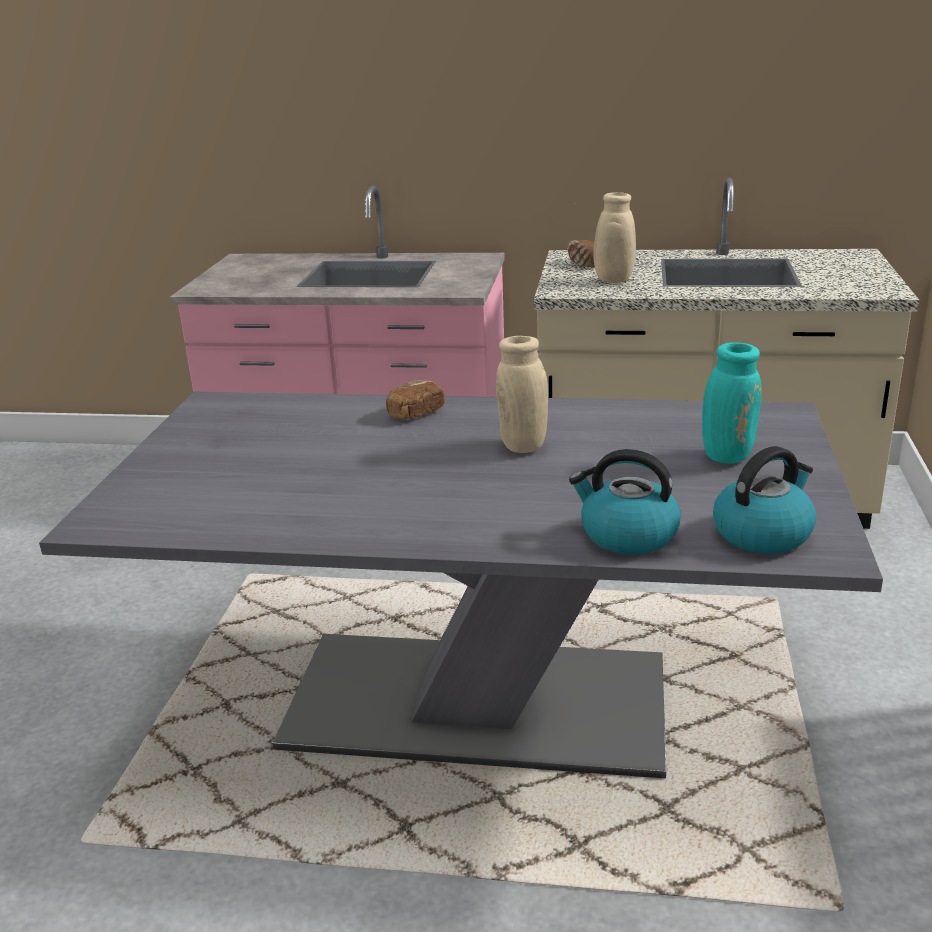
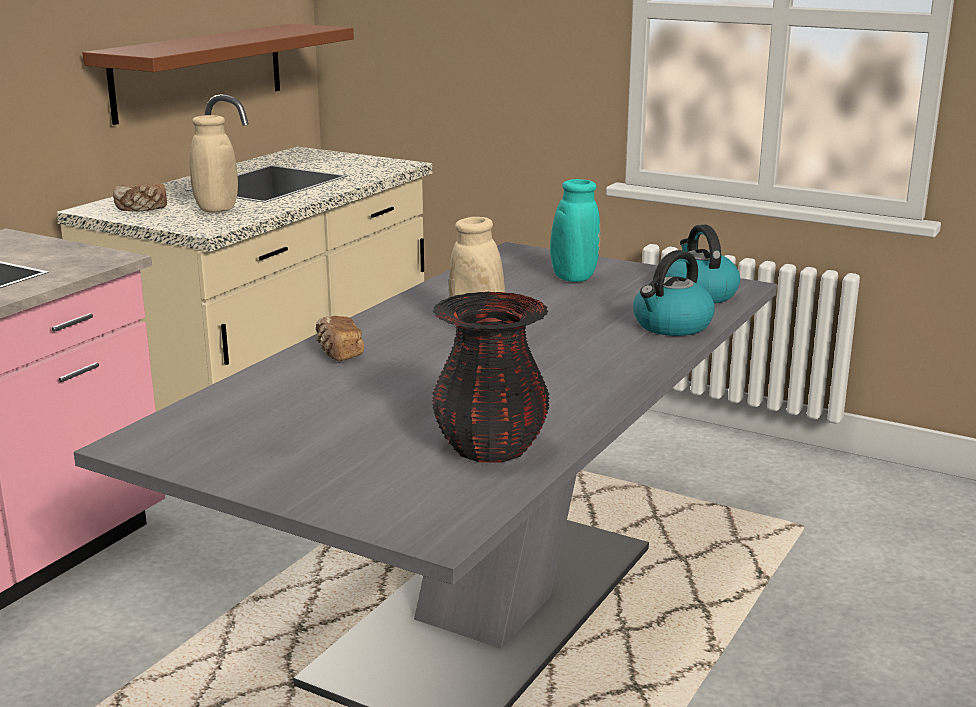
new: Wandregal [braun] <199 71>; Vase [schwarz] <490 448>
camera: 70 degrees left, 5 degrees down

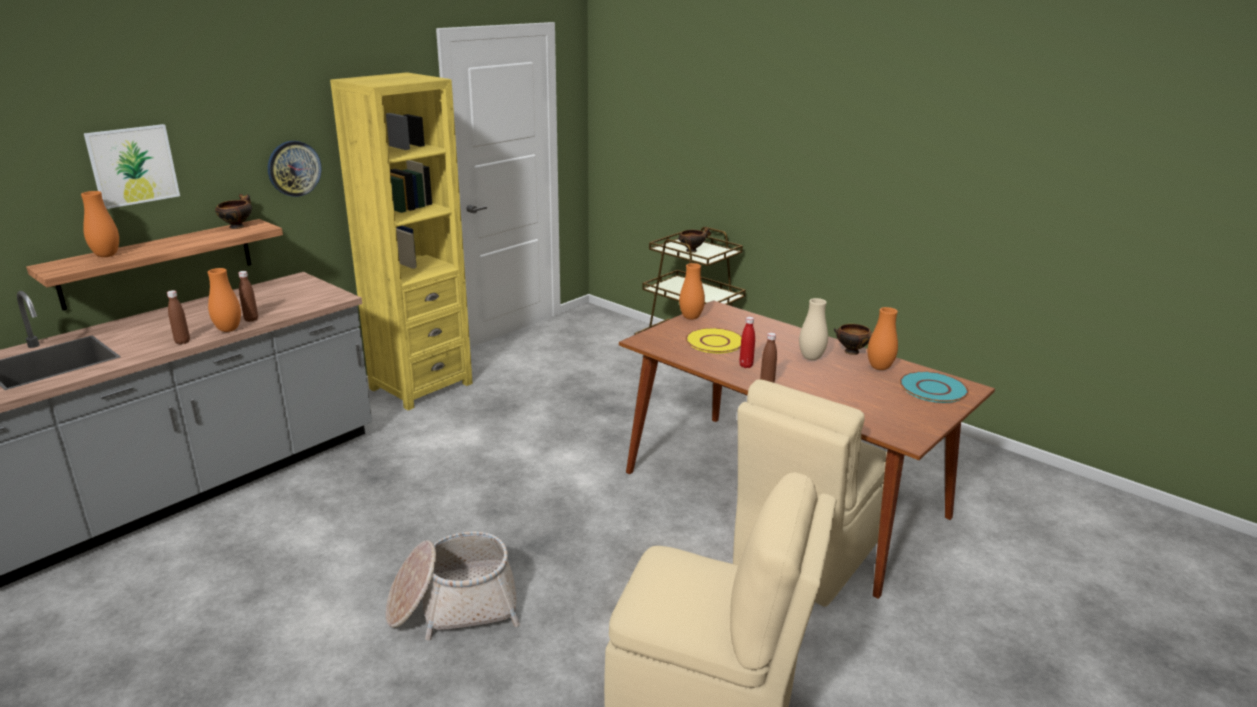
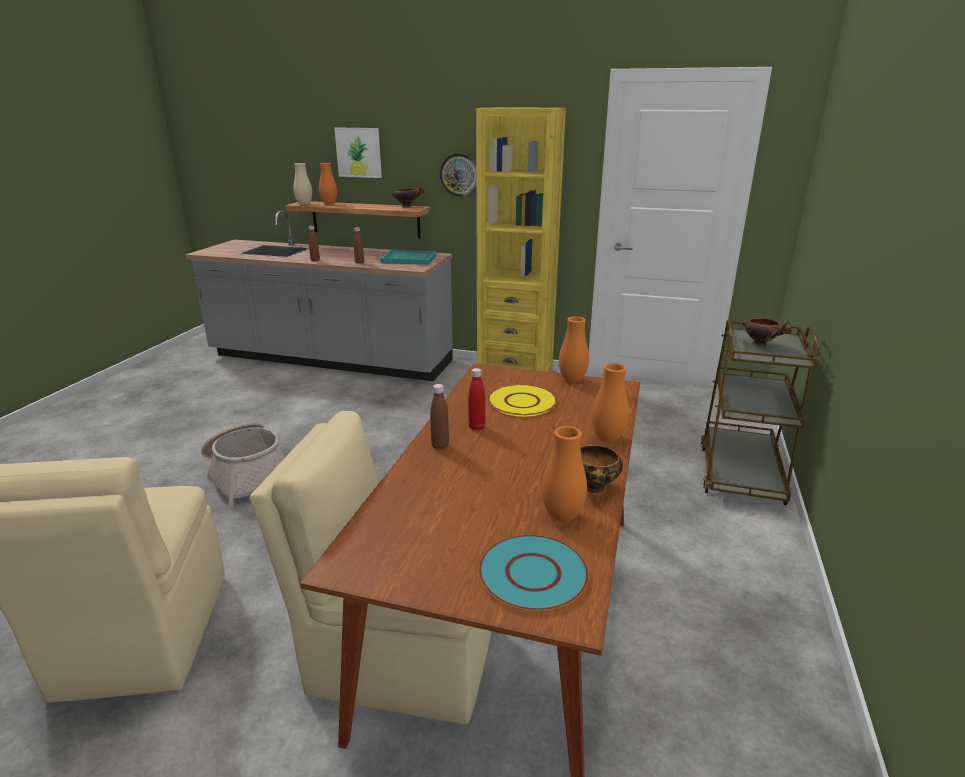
new: Tablett [türkis] <409 259>
shifted: Vase [beige] <811 358> to <304 204>; Vase [orange] <228 329> to <608 438>
camera: 65 degrees right, 0 degrees up

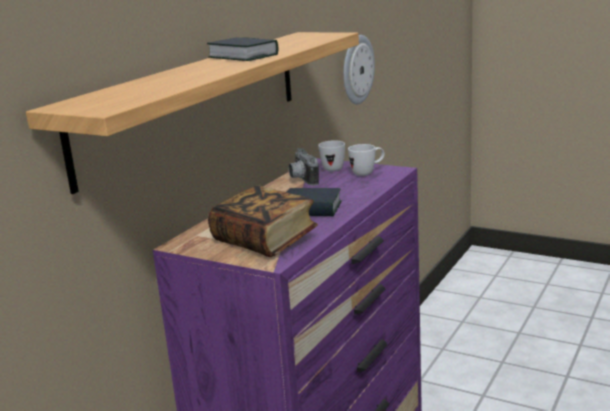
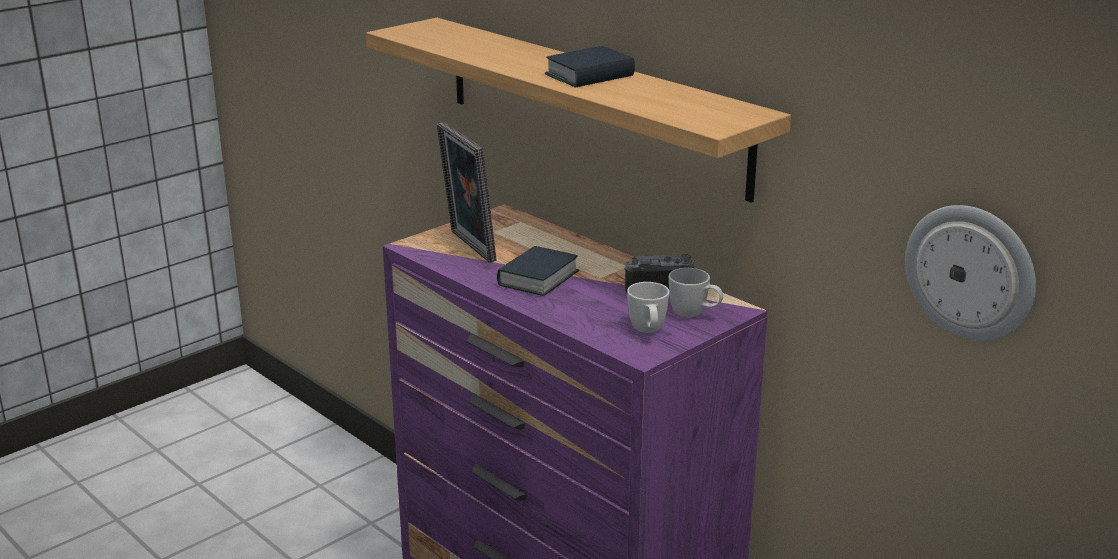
swapped: Buch <264 240> to Bilderrahmen <468 247>
camera: 105 degrees right, 5 degrees up

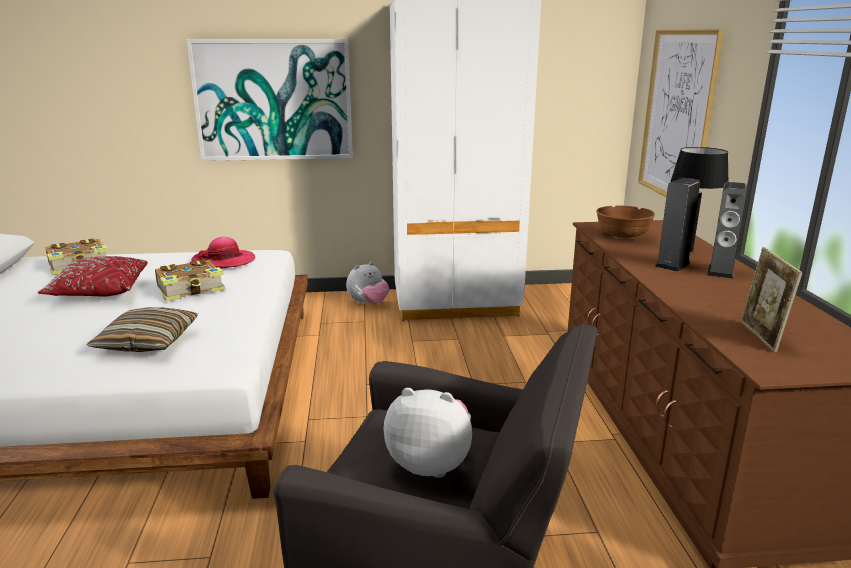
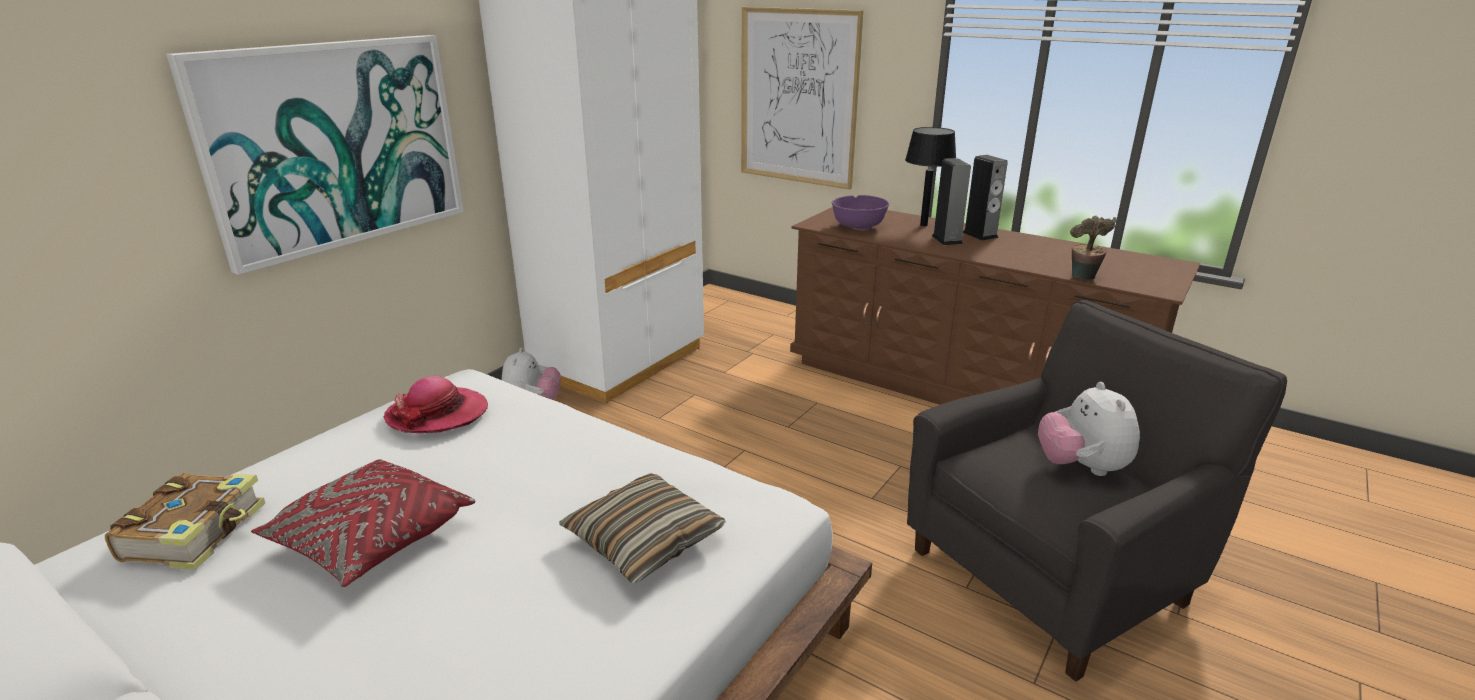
gone: Buch <191 289>; Bilderrahmen <761 336>
new: Topfpflanze <1083 278>
repainted: Schüssel [braun] <622 236> to Schüssel [lila] <858 227>
rotated: Plüschtier <430 464> = <1081 467> 60 degrees counterclockwise
camera: 50 degrees left, 5 degrees up

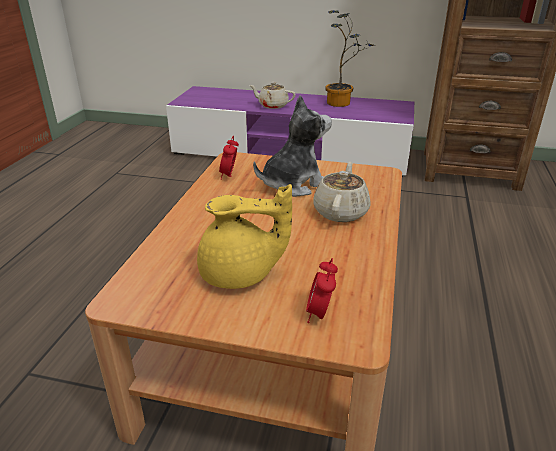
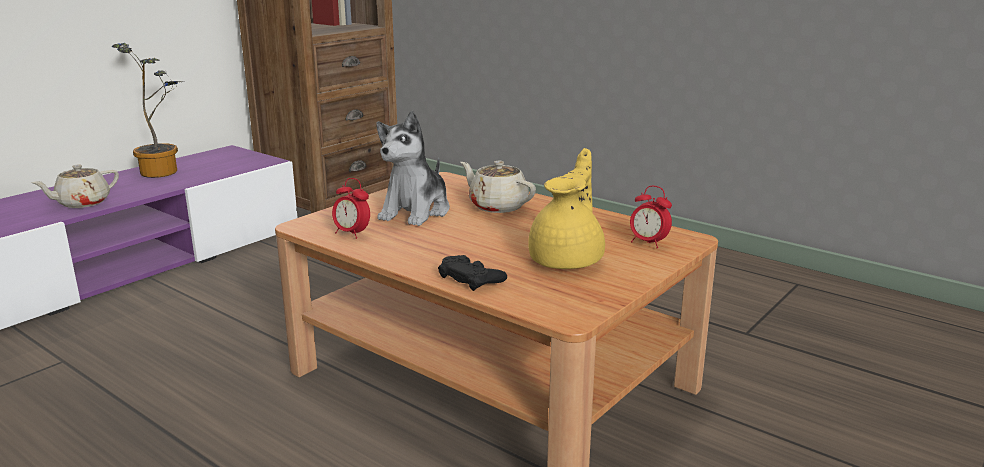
new: Gamepad [schwarz] <471 278>
rotated: Plüschtier <293 184> = <416 212> 150 degrees counterclockwise
camera: 65 degrees left, 10 degrees down

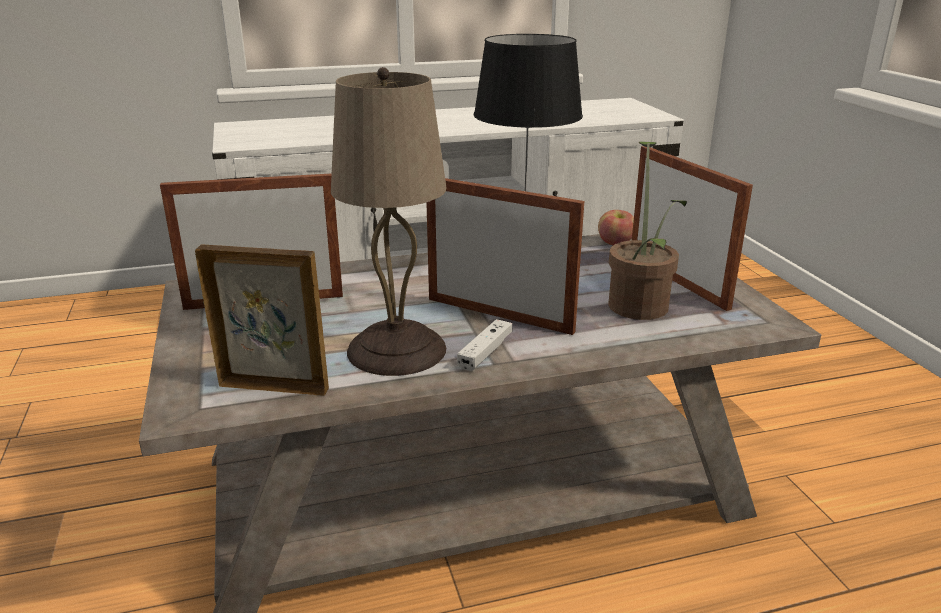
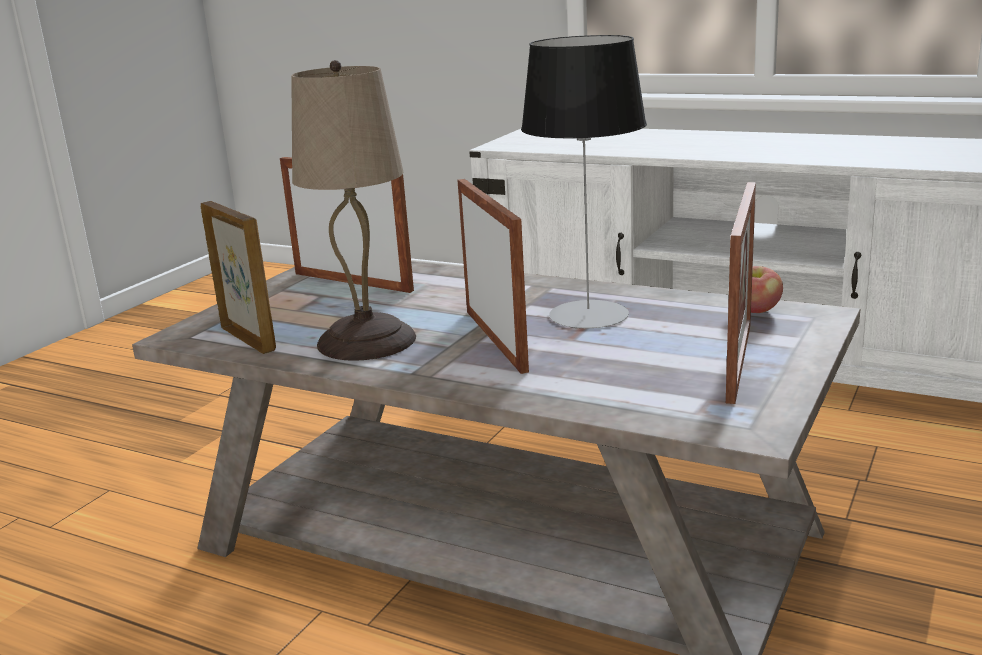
gone: Gamepad [weiß] <485 352>; Topfpflanze <640 302>
camera: 45 degrees right, 5 degrees down

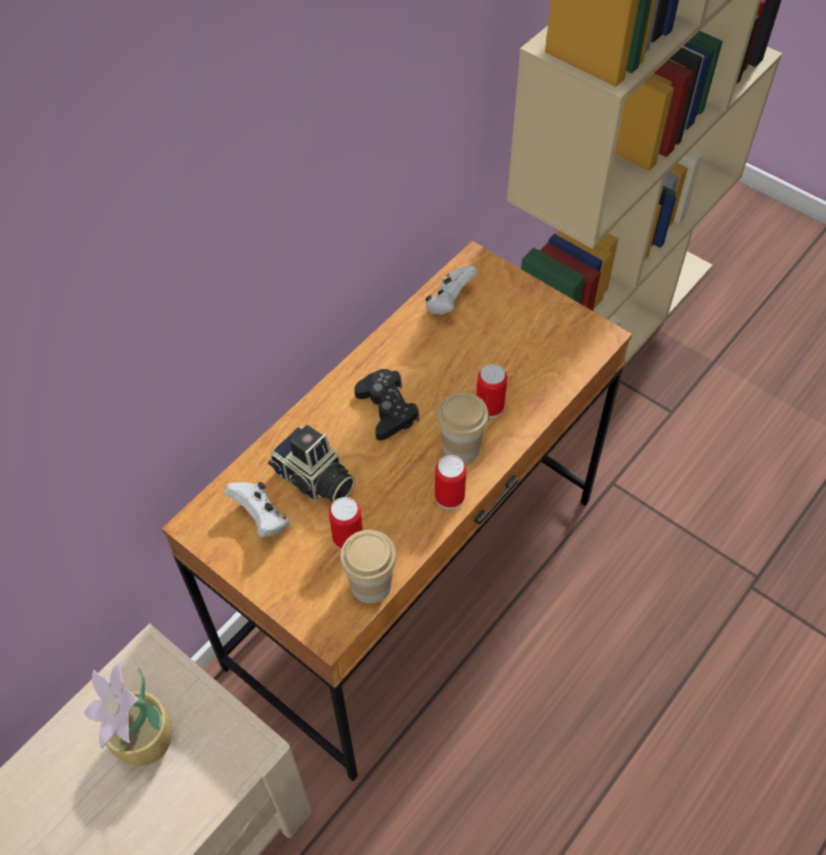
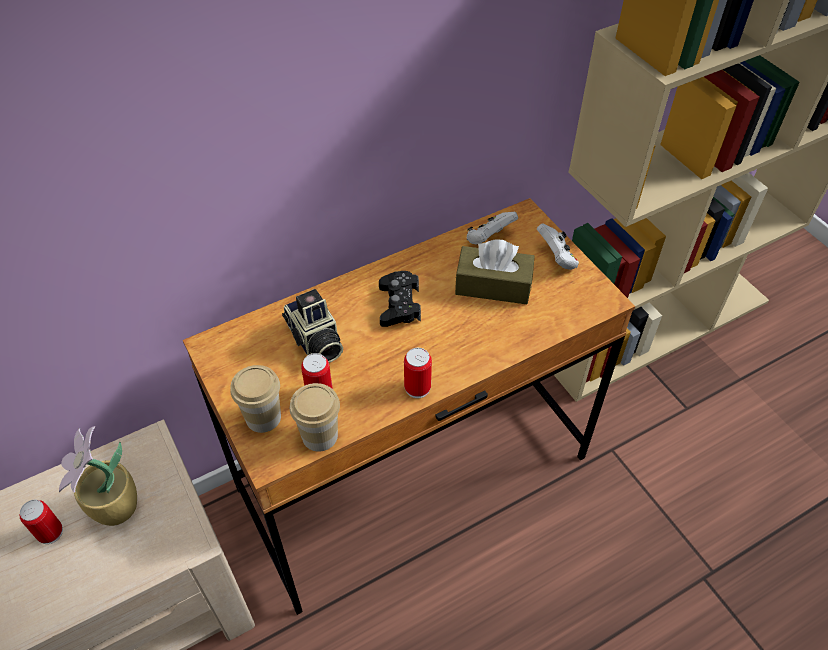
new: Taschentuchbox [braun] <493 285>
shifted: Dose <489 407> to <50 532>; Tasse <461 447> to <263 417>; Gamepad [weiß] <261 518> to <556 258>
camera: 20 degrees right, 5 degrees down

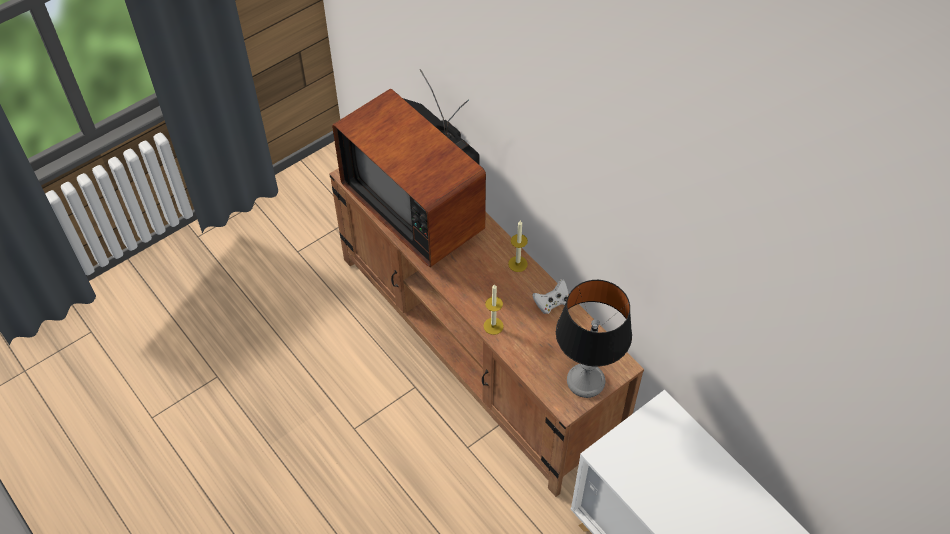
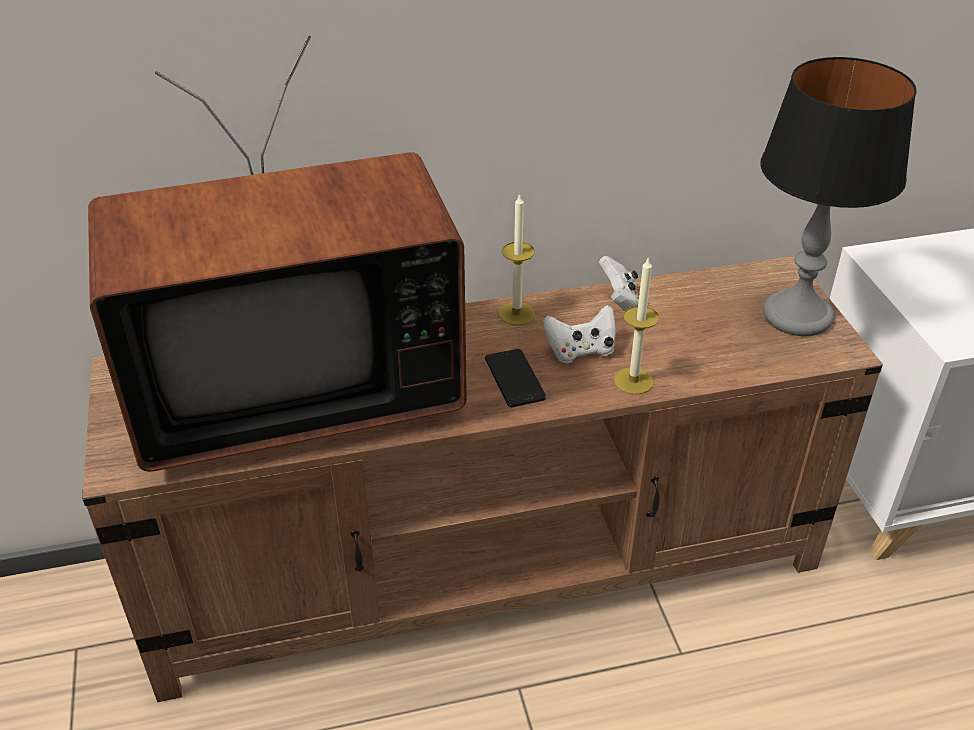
new: Handy <514 378>; Gamepad [weiß] <580 351>
camera: 65 degrees left, 15 degrees down

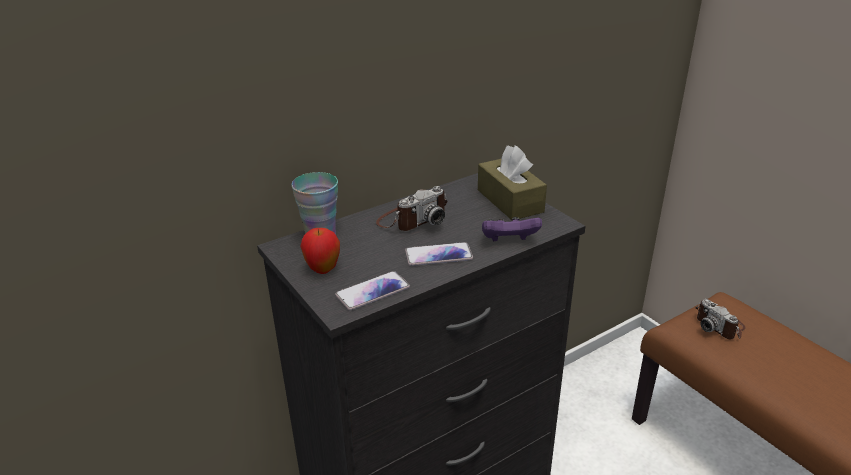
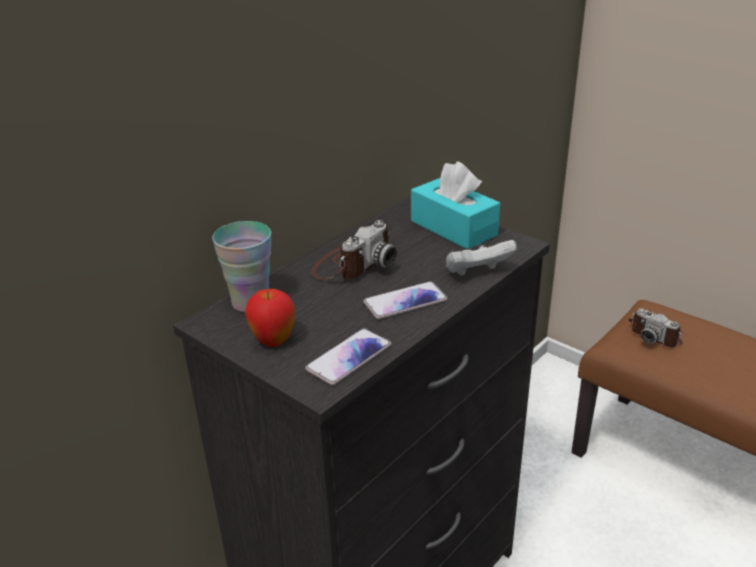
repainted: Taschentuchbox [braun] <510 201> to Taschentuchbox [türkis] <453 228>; Gamepad [lila] <509 241> to Gamepad [weiß] <477 273>
camera: 15 degrees left, 0 degrees up

